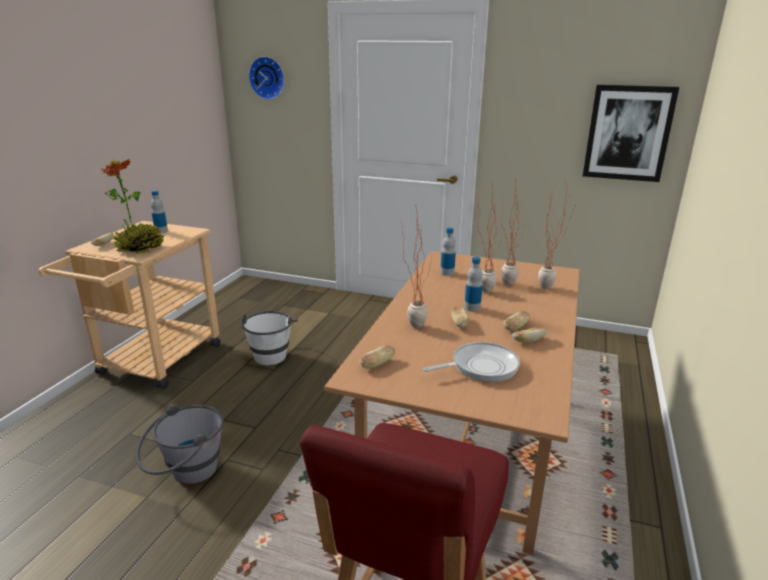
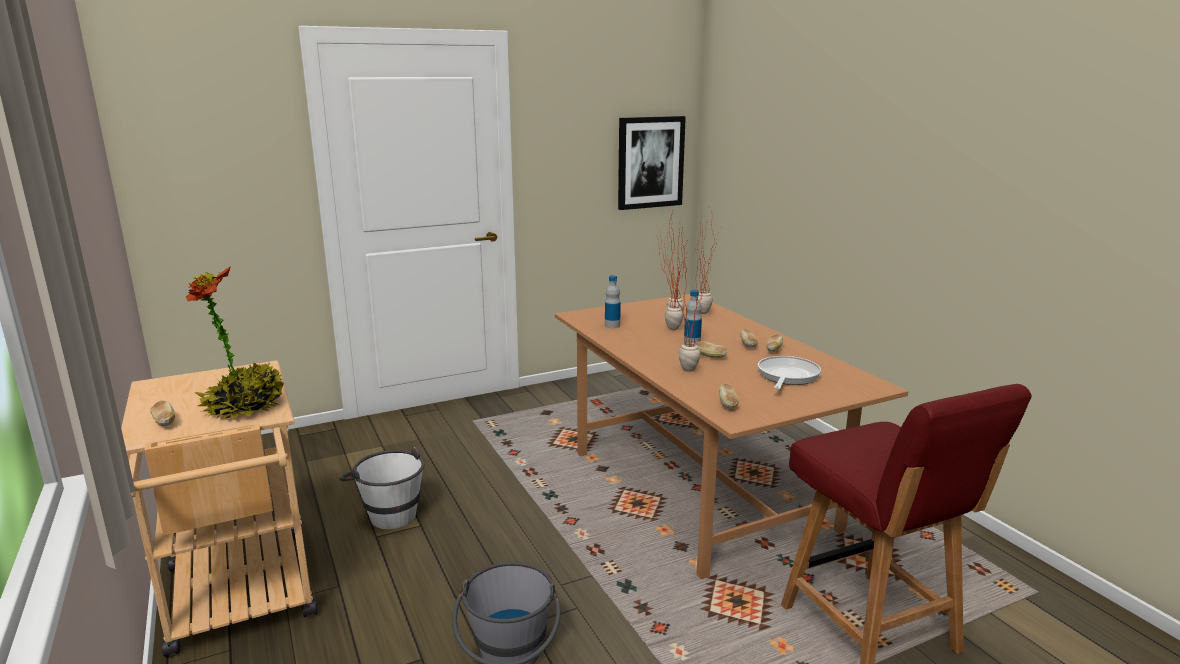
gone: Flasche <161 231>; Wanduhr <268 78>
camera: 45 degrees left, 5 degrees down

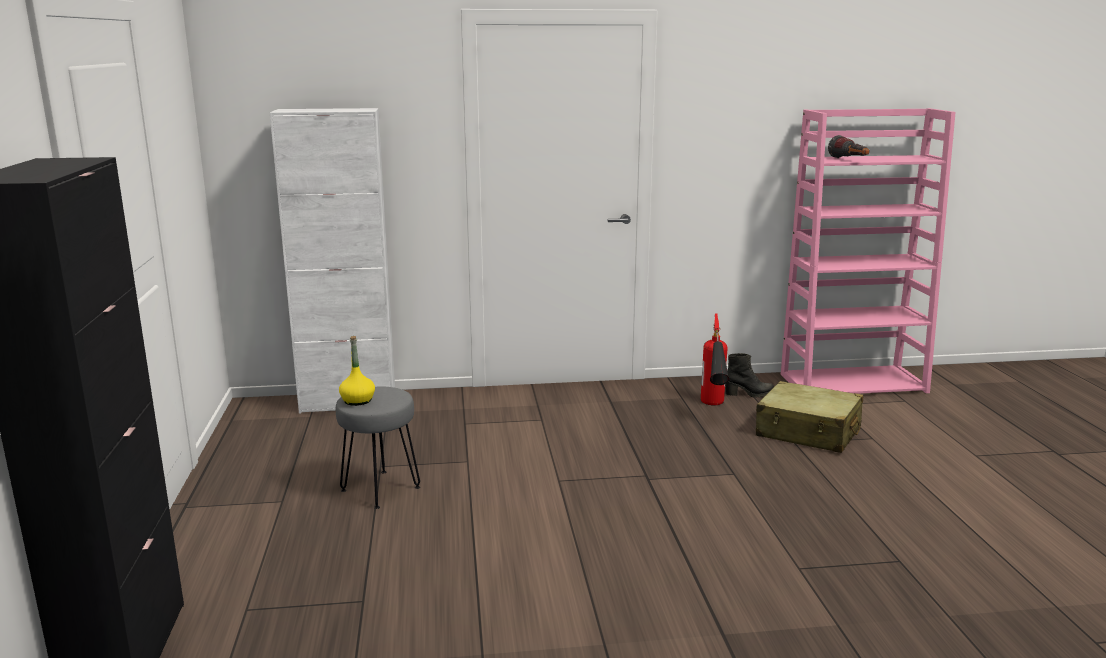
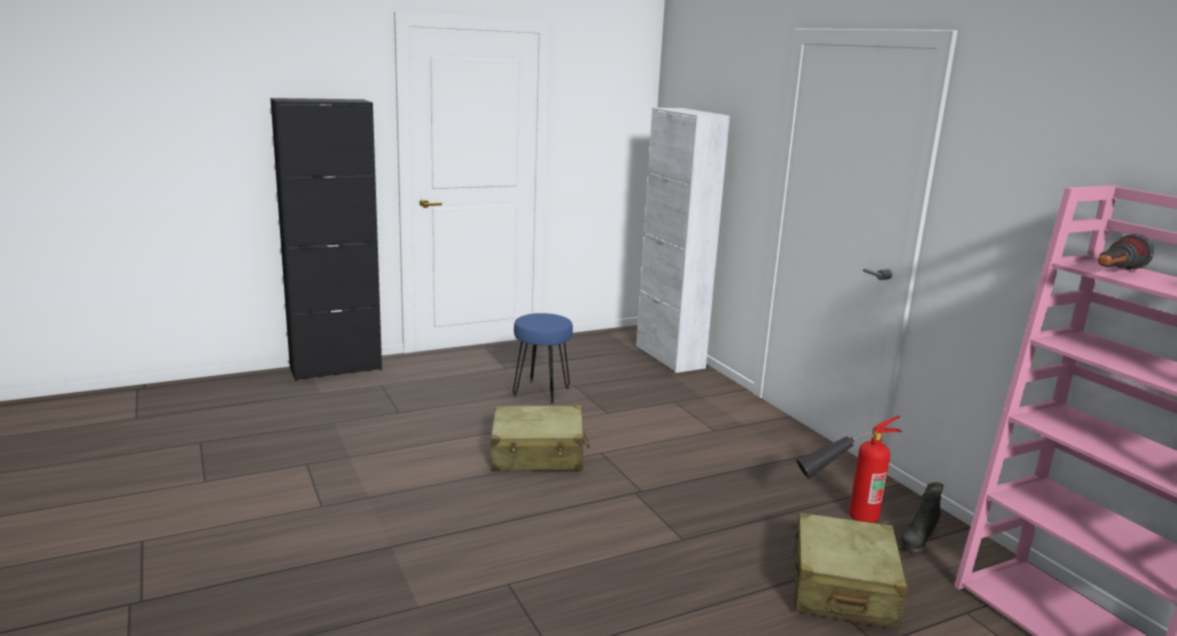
gone: Flasche [gelb] <357 400>
new: Koffer [beige] <538 454>
repainted: Hocker [grau] <380 488> to Hocker [blau] <542 392>
rotated: Stiefel [schwarz] <749 394> = <917 541> 60 degrees clockwise
camera: 70 degrees right, 0 degrees up

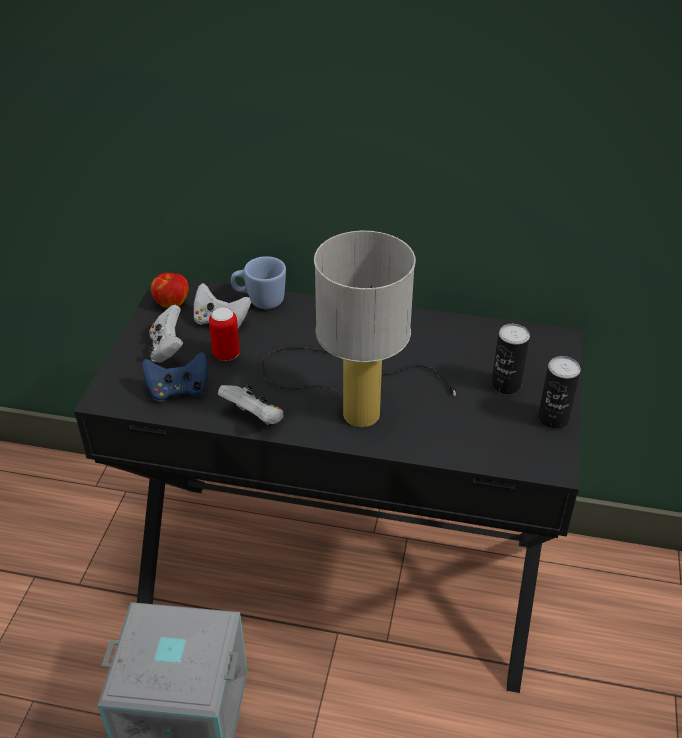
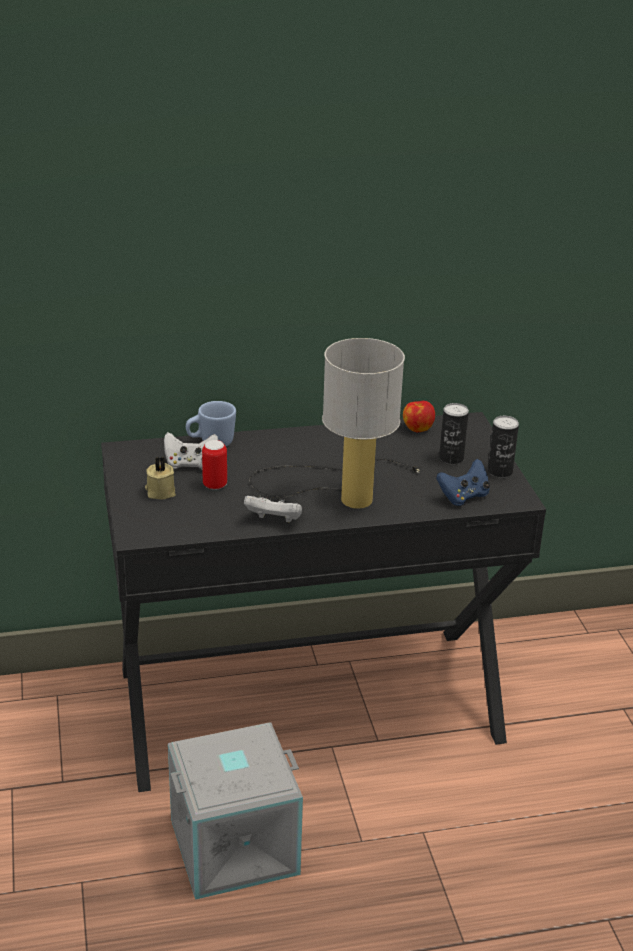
shifted: Apfel <172 303> to <417 428>; Gamepad [blau] <178 390> to <463 497>
swapped: Gamepad [weiß] <167 349> to Kerze [beige] <160 492>
camera: 25 degrees left, 10 degrees down

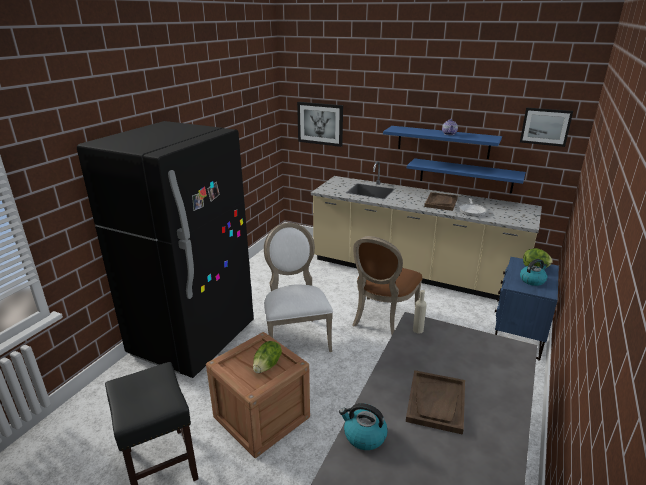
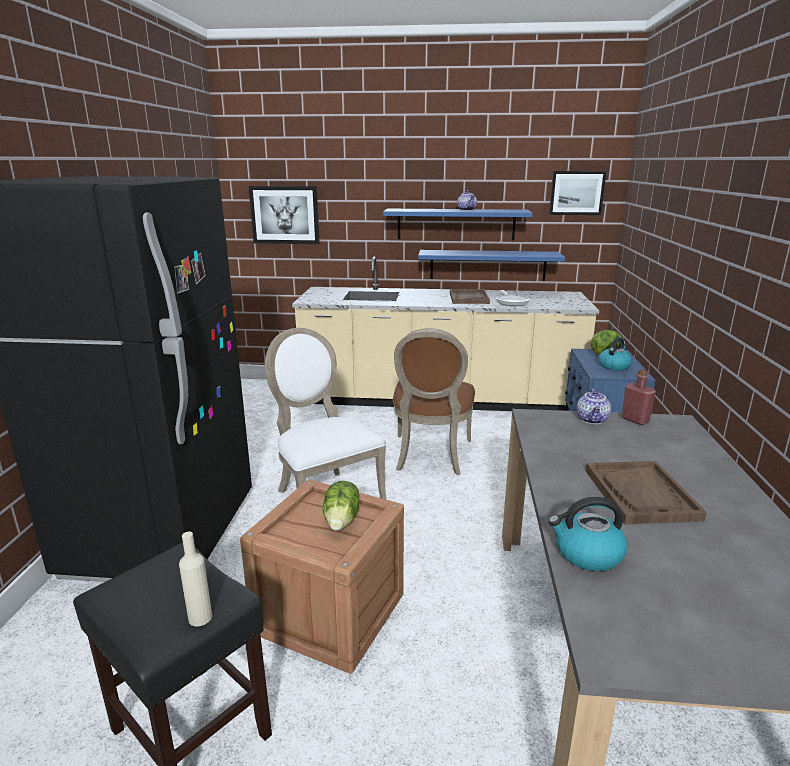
new: Teekanne <593 420>; Flasche [rot] <635 420>
shifted: Flasche [beige] <418 330> to <200 617>
camera: 20 degrees left, 5 degrees down

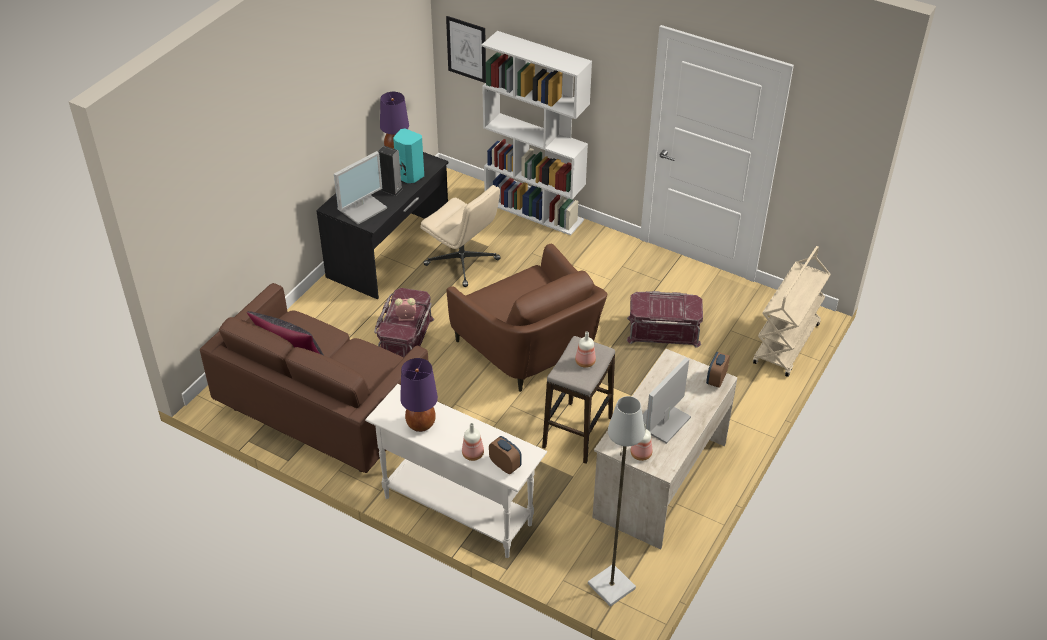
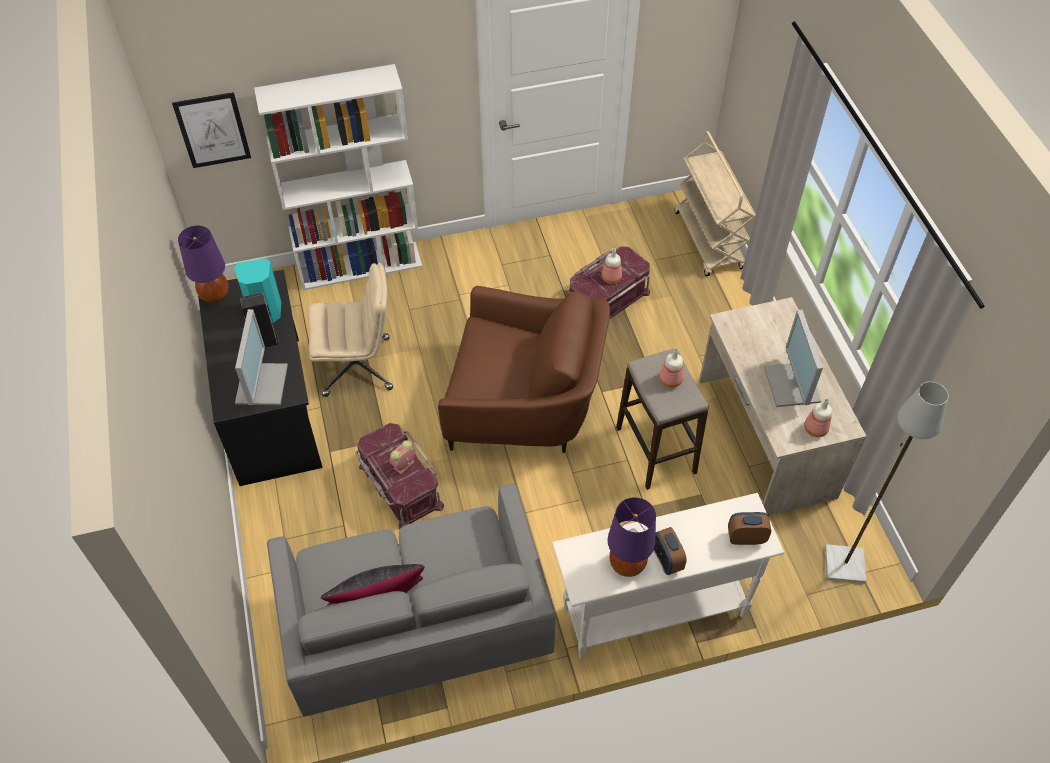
shifted: Flasche <473 453> to <611 277>; Wecker <716 380> to <666 560>
repainted: Sofa [braun] <324 411> to Sofa [grau] <416 625>
camera: 45 degrees left, 10 degrees up

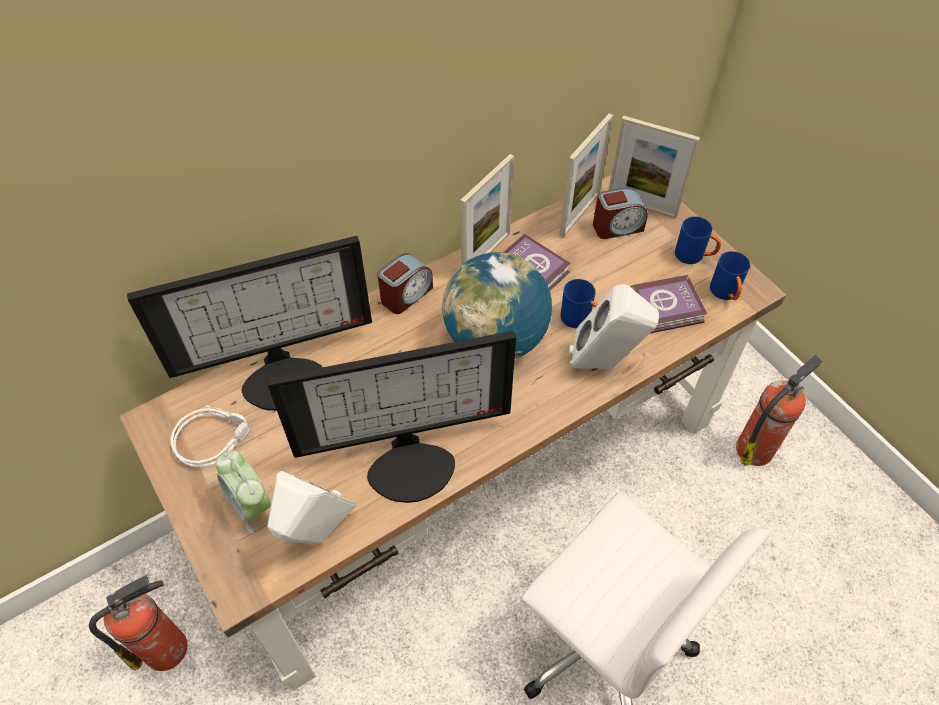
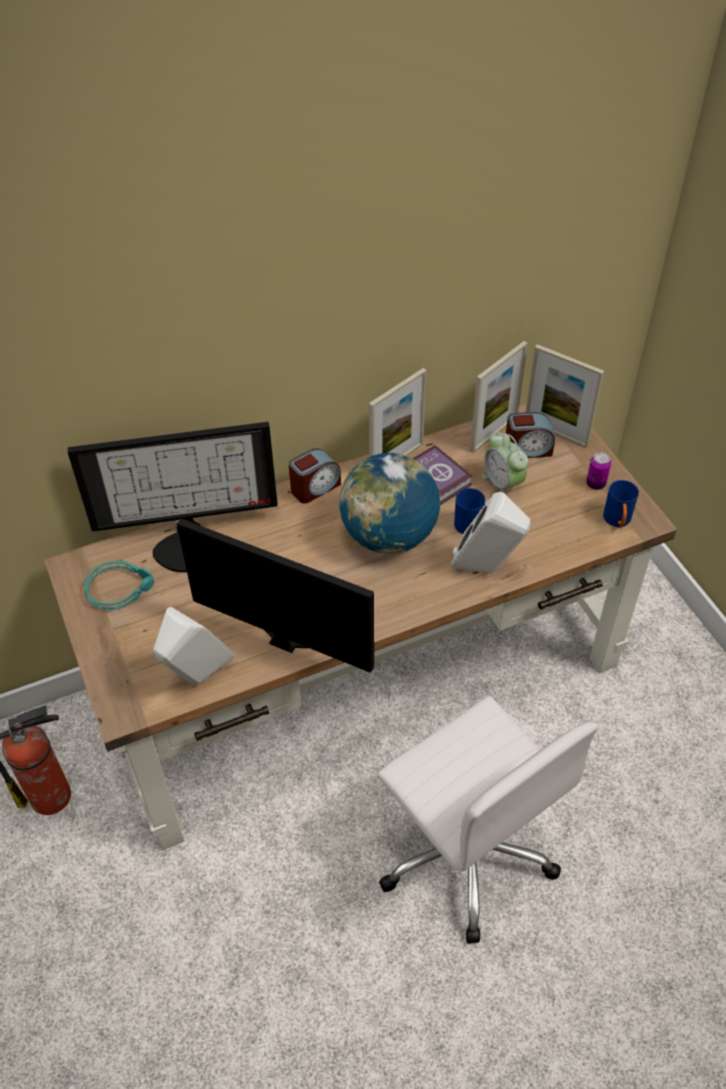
gone: Buch <667 309>; Feuerlöscher <756 448>
shifted: Wecker <251 505> to <503 484>
swapped: Henkelbecher [blau] <694 256> to Dose <595 484>
repainted: Kopfhörer [weiß] <212 437> to Kopfhörer [türkis] <120 587>
rotated: Monitor <411 462> = <290 630> 150 degrees counterclockwise
camera: 10 degrees right, 5 degrees down

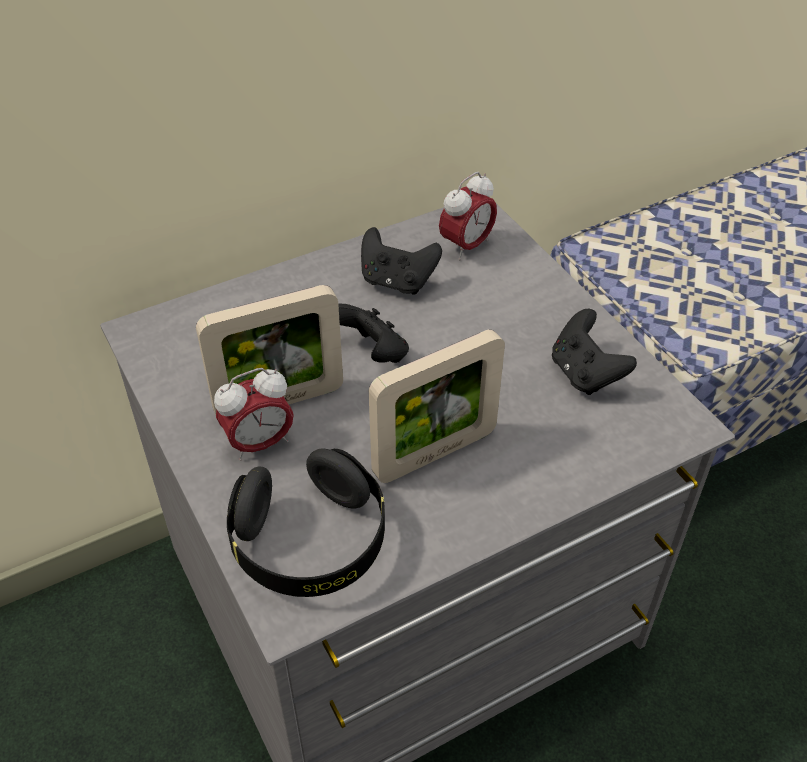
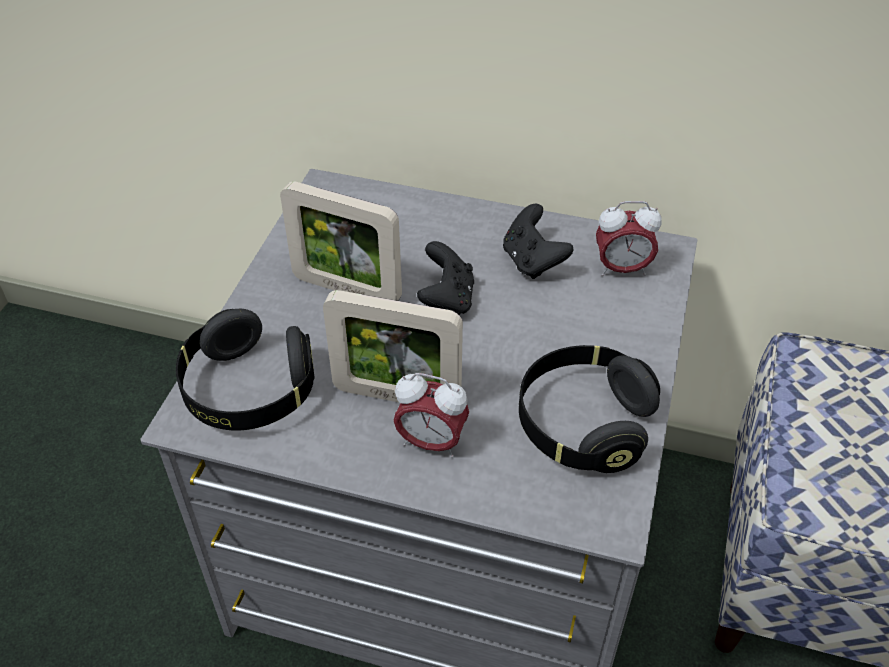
shifted: Wecker <259 443> to <431 442>
swapped: Gamepad [schwarz] <585 374> to Kopfhörer [schwarz] <583 424>
camera: 45 degrees right, 0 degrees up

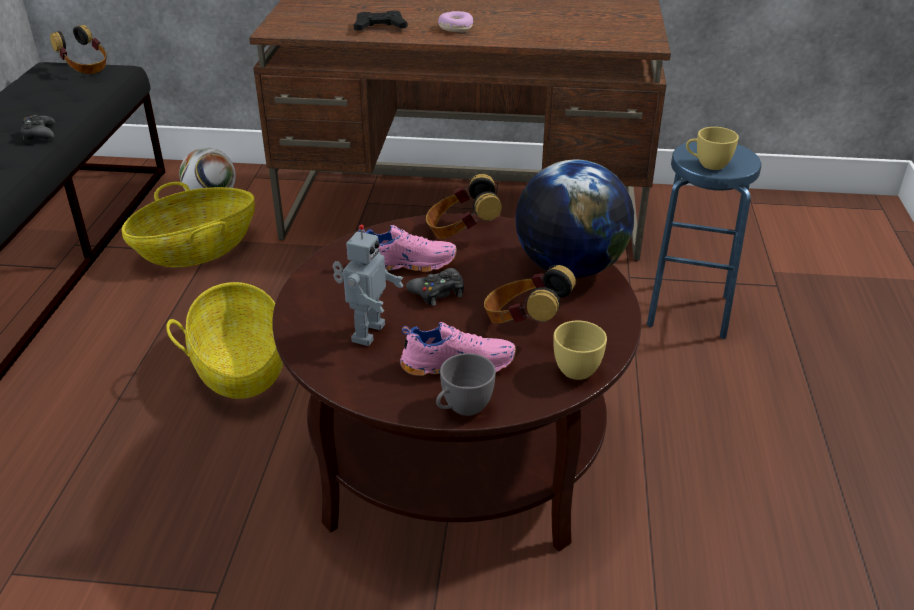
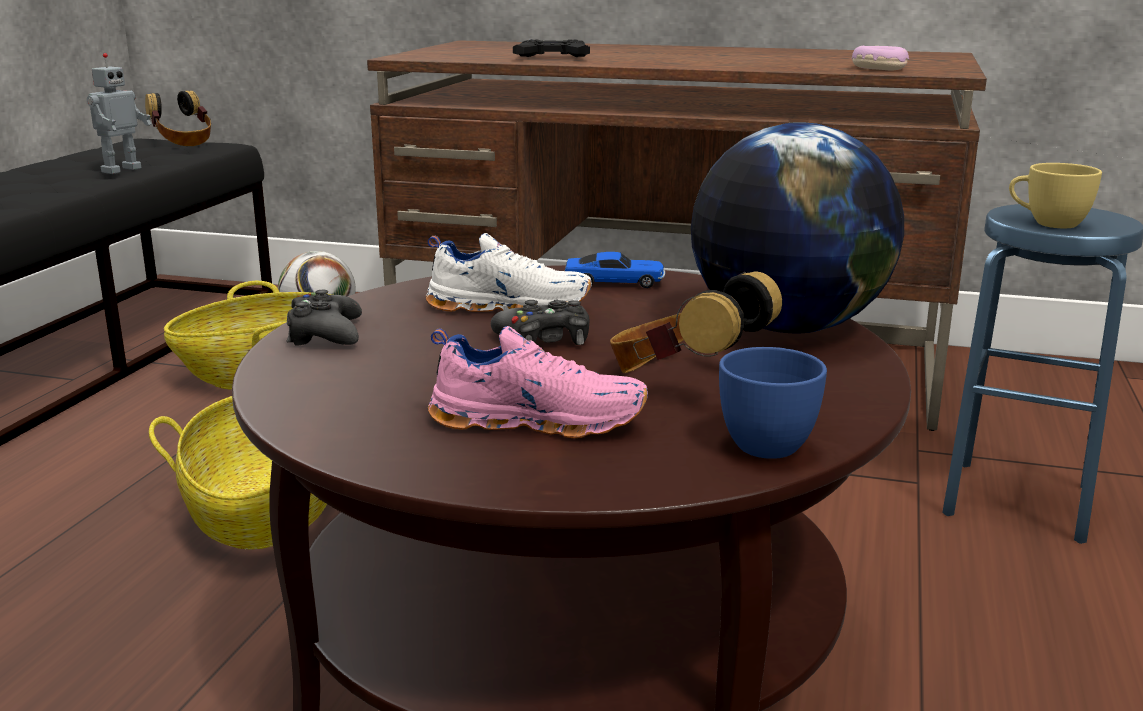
gone: Tasse [grau] <462 409>
shifted: Spielzeugroboter <366 332> to <120 170>; Gamepad [schwarz] <39 134> to <325 334>; Donut <455 28> to <879 68>
swapped: Kopfhörer <461 232> to Spielzeugauto <614 282>
repainted: Schuh [rosa] <407 263> to Schuh [weiß] <509 307>; Tasse [gelb] <579 367> to Tasse [blau] <774 442>
camera: 10 degrees right, 15 degrees down

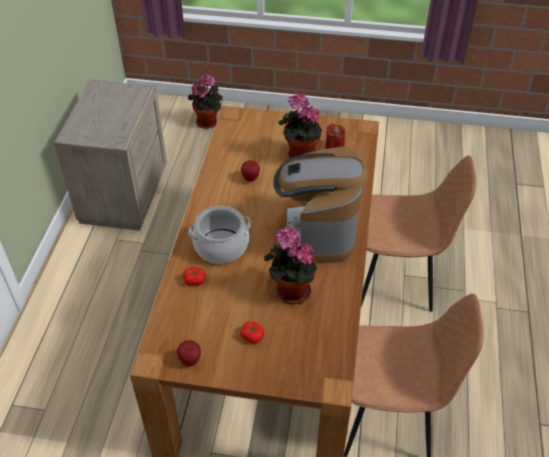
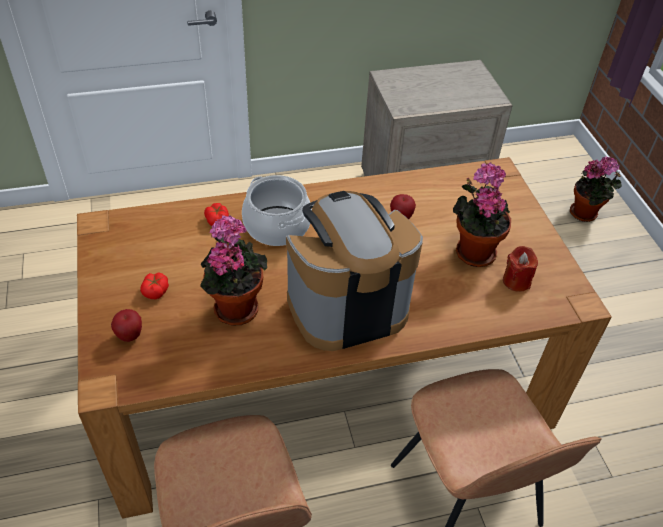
shifted: Apfel <190 361> to <130 336>
camera: 65 degrees right, 0 degrees up

